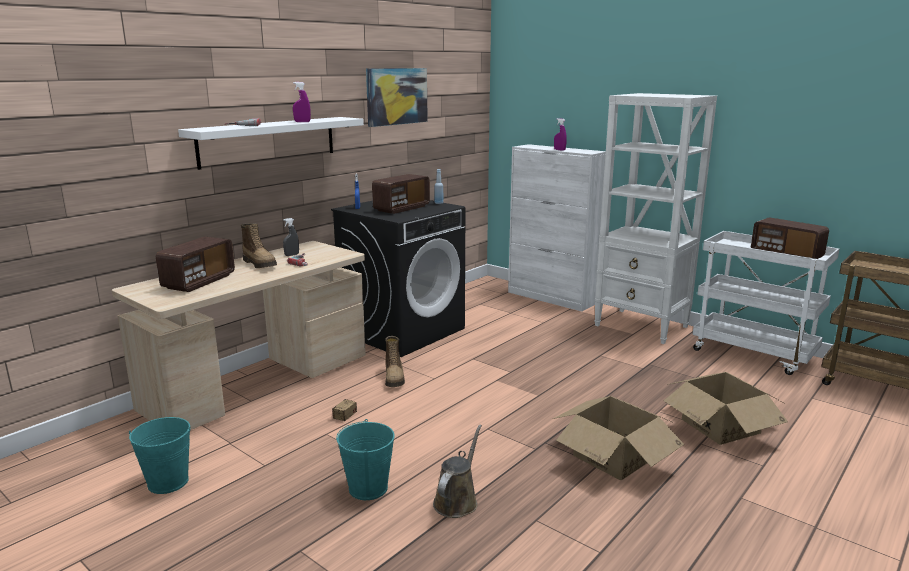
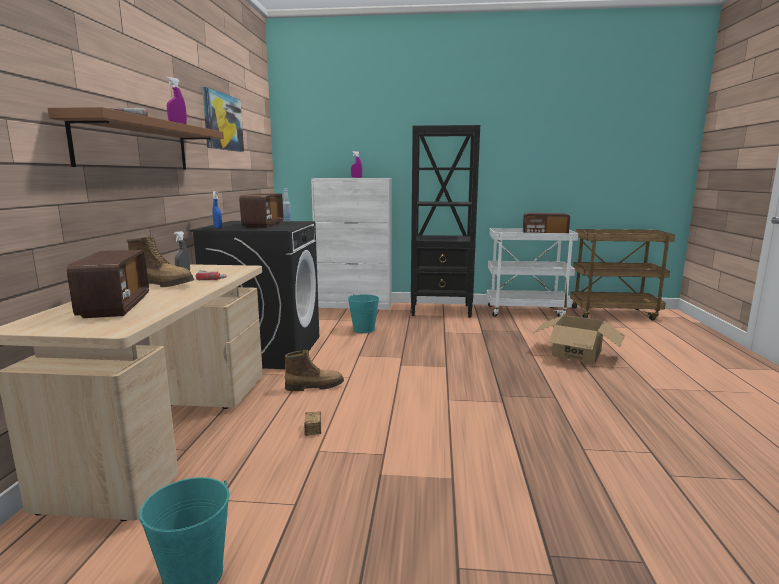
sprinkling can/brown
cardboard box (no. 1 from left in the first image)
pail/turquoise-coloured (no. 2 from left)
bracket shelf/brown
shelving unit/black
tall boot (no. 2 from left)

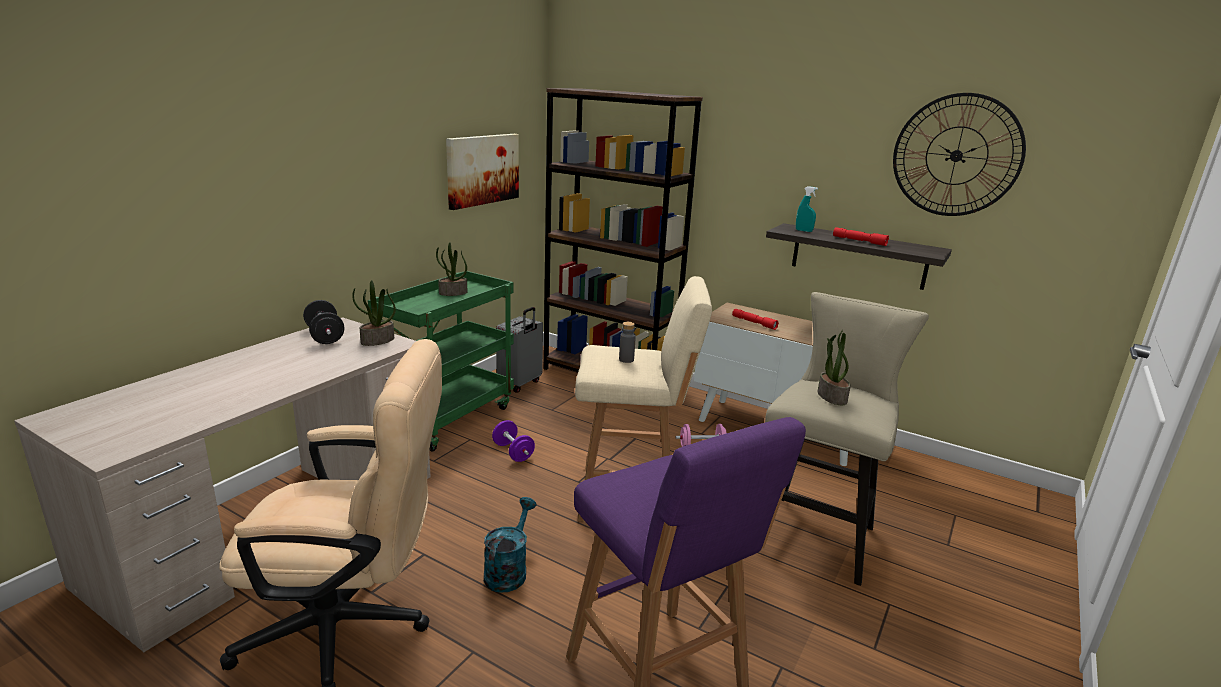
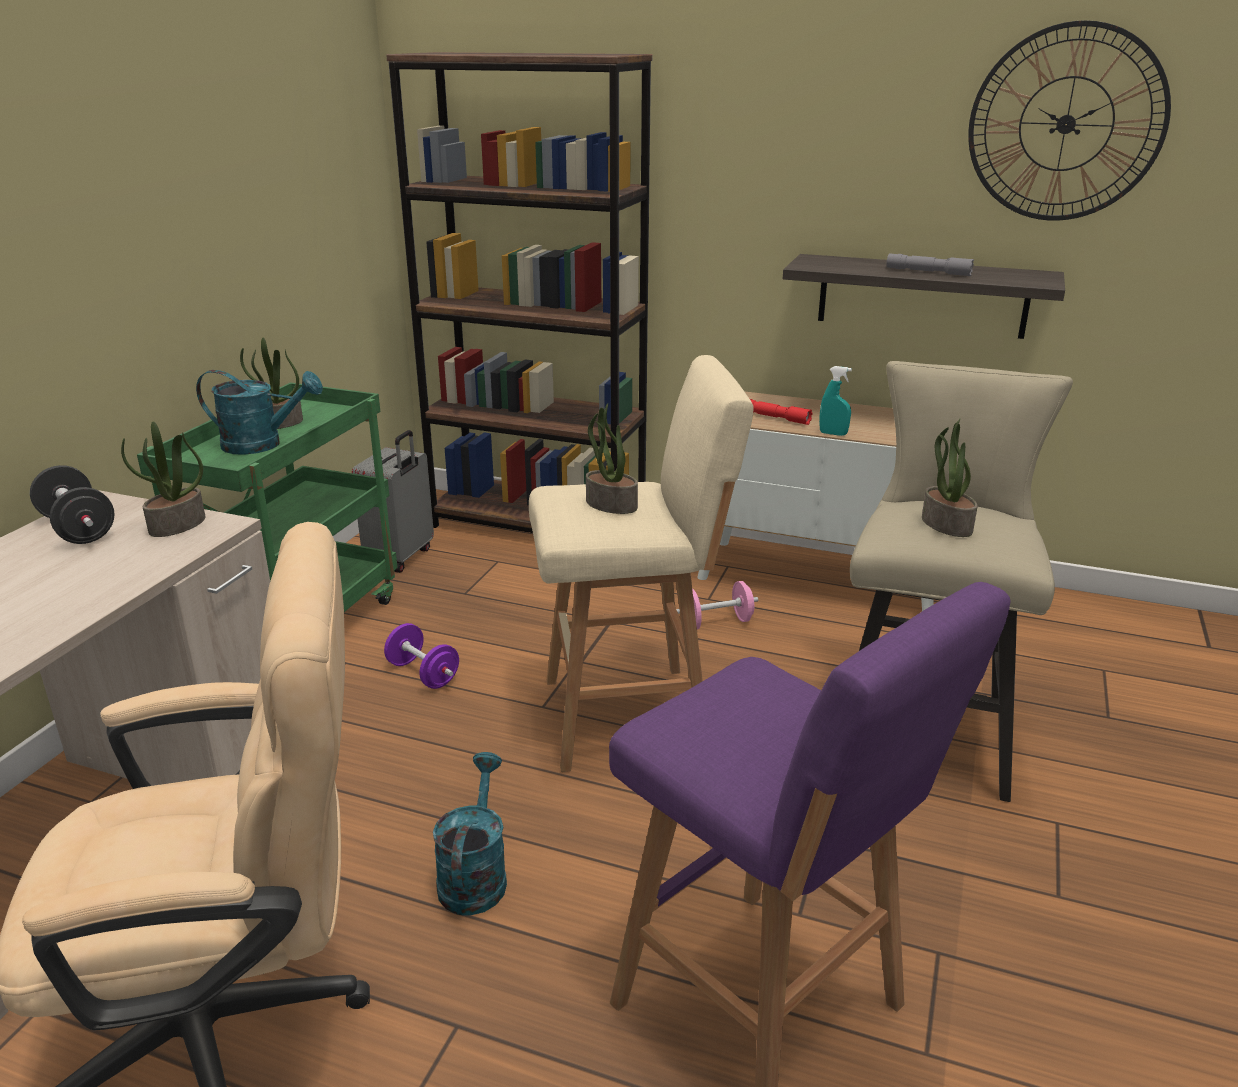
wall picture
sprinkling can/turquoise-coloured (no. 1 from left)
spray bottle/turquoise-coloured
houseplant (no. 3 from left)
torch/gray

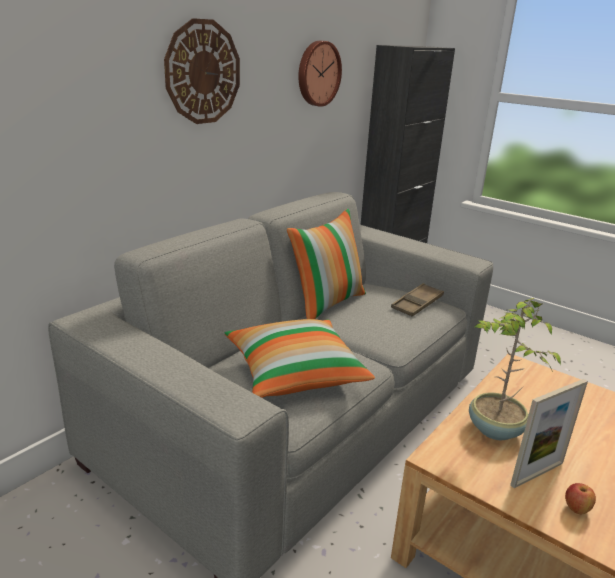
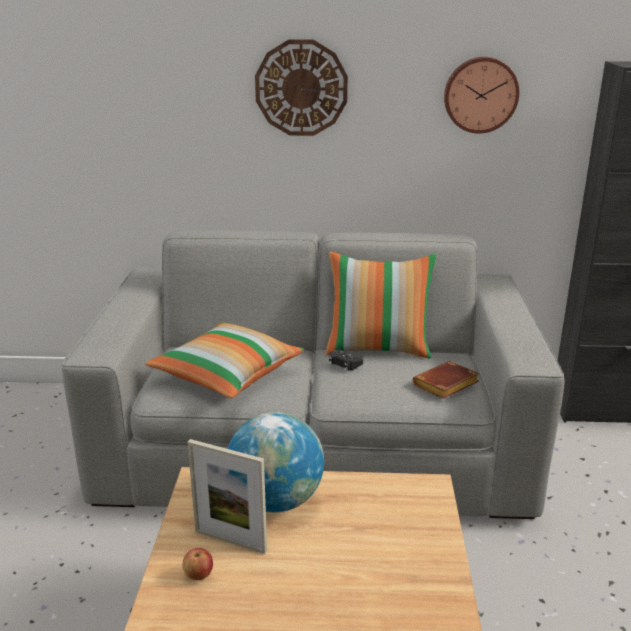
joypad/black
bound book/brown
world globe

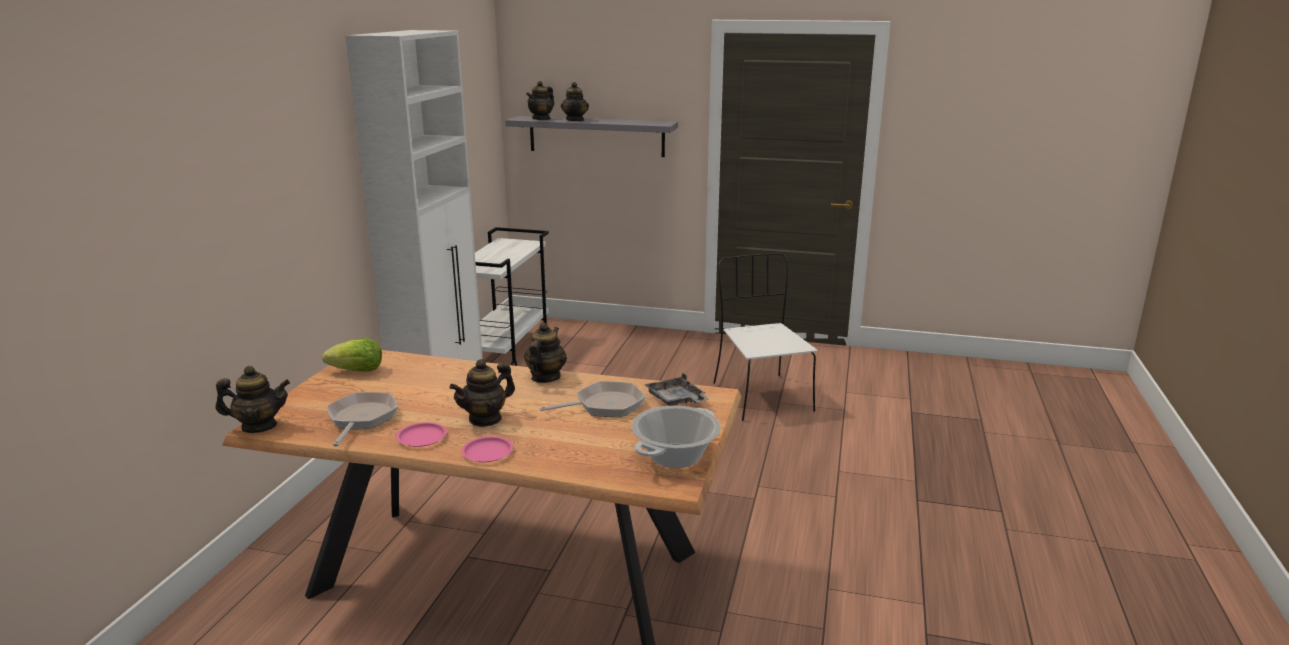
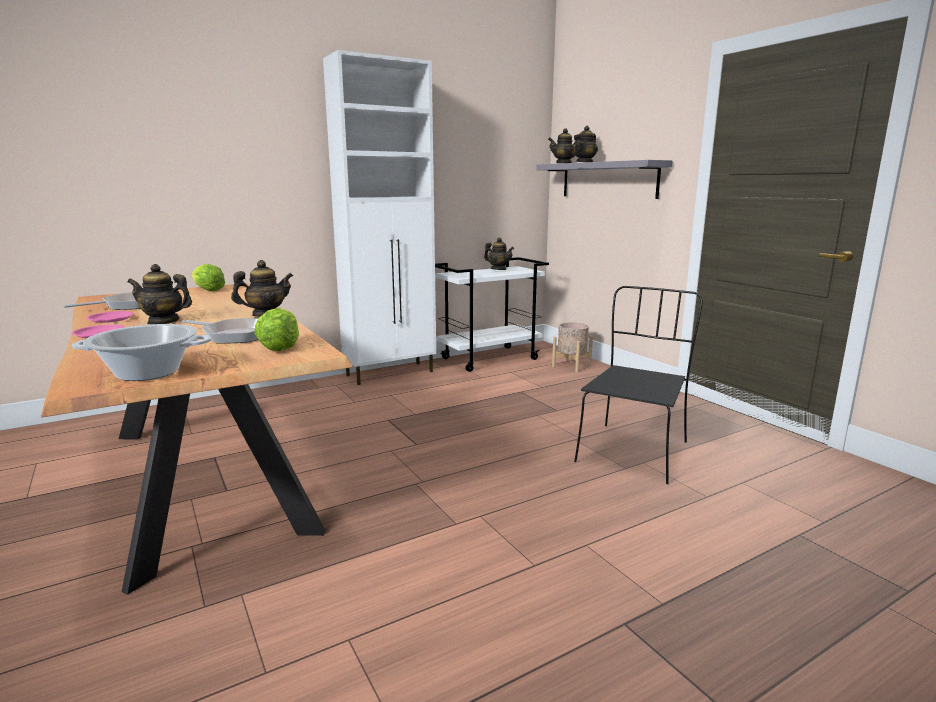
flower pot/beige
teapot (no. 3 from left)
lettuce head (no. 2 from left)
upright chair/black

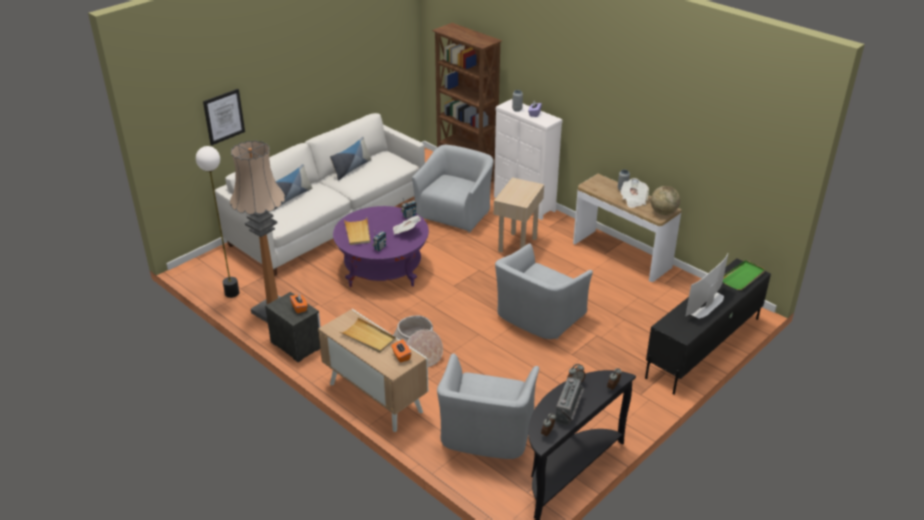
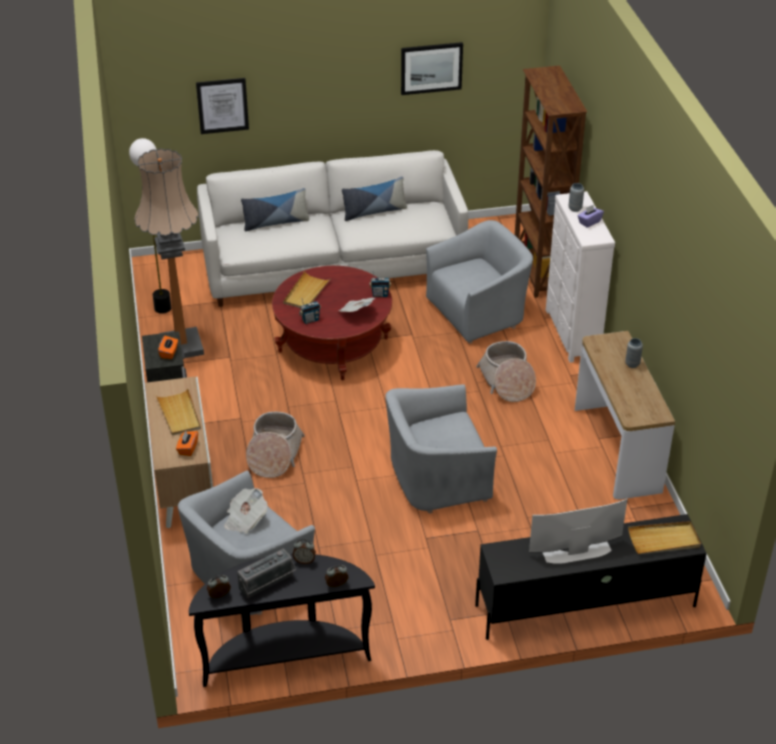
world globe
wall picture (no. 2 from left)
daily paper (no. 1 from left)
household basket (no. 2 from left)
lounge table/red-coloured
tray/beige (no. 3 from left)

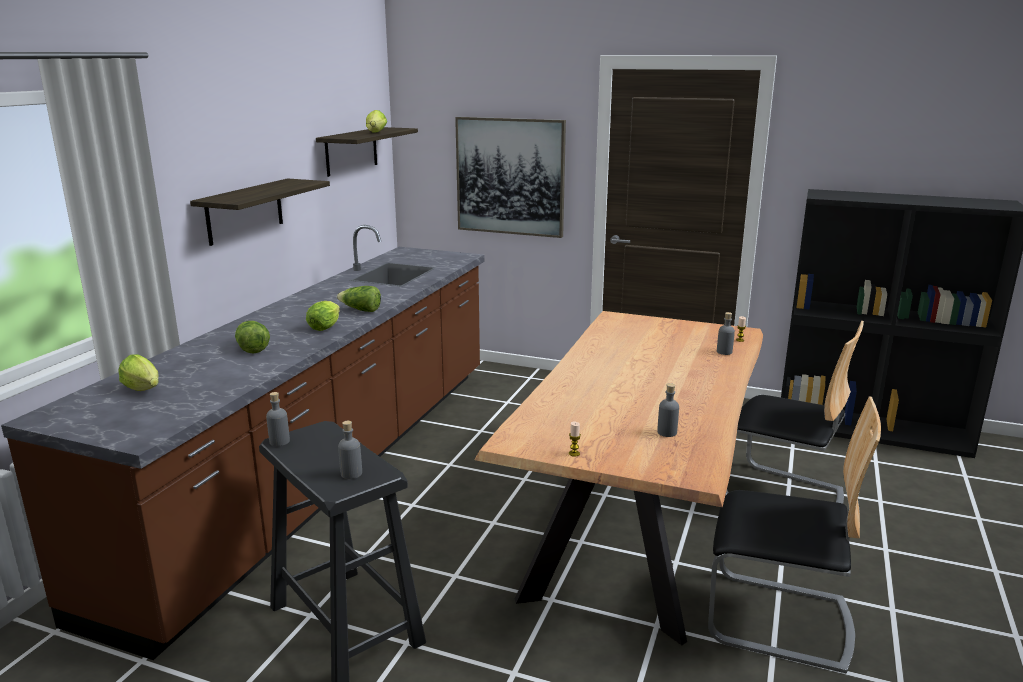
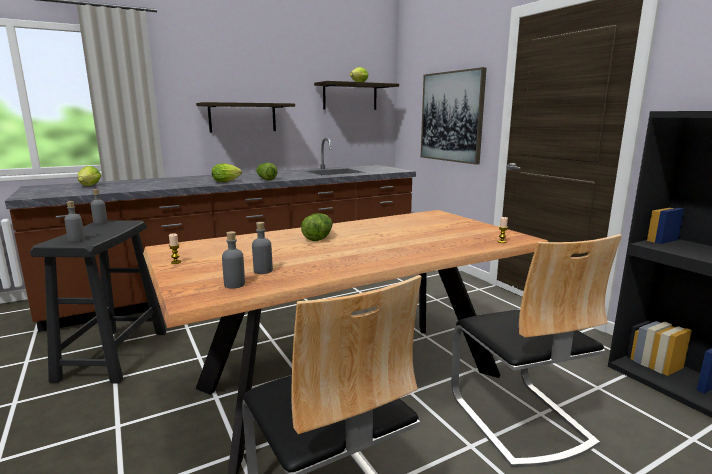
lettuce head (no. 4 from left)
bottle/gray (no. 3 from left)

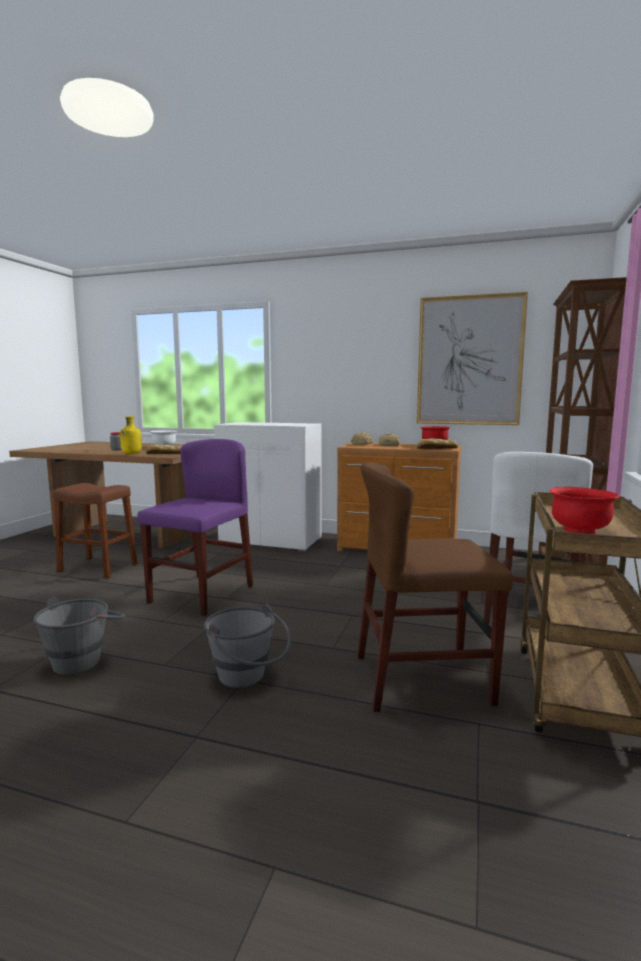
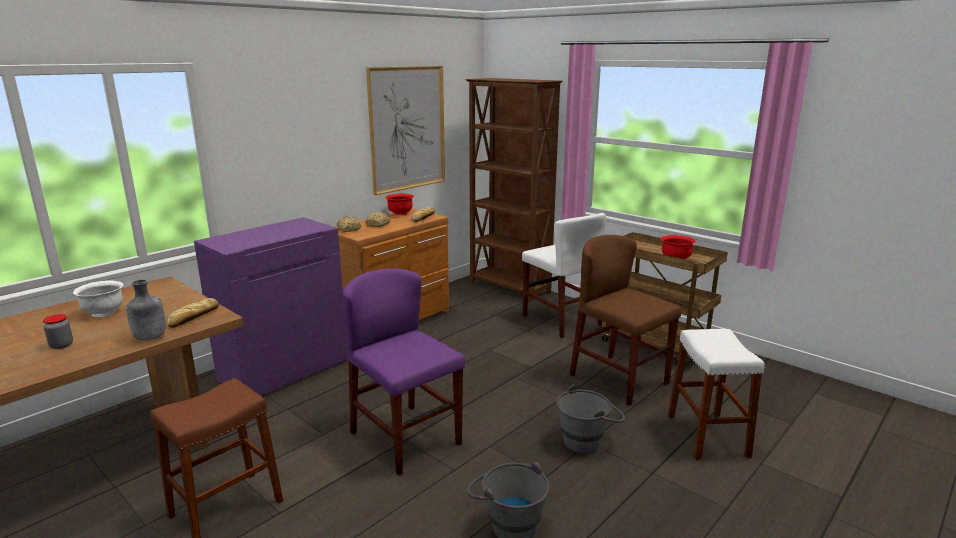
stool/white
bottle/gray
cabinet/purple
upright chair/brown

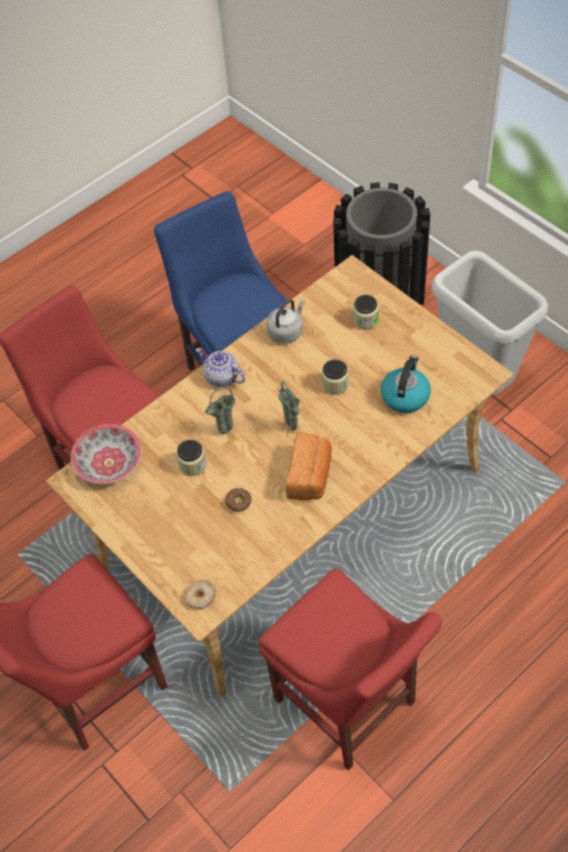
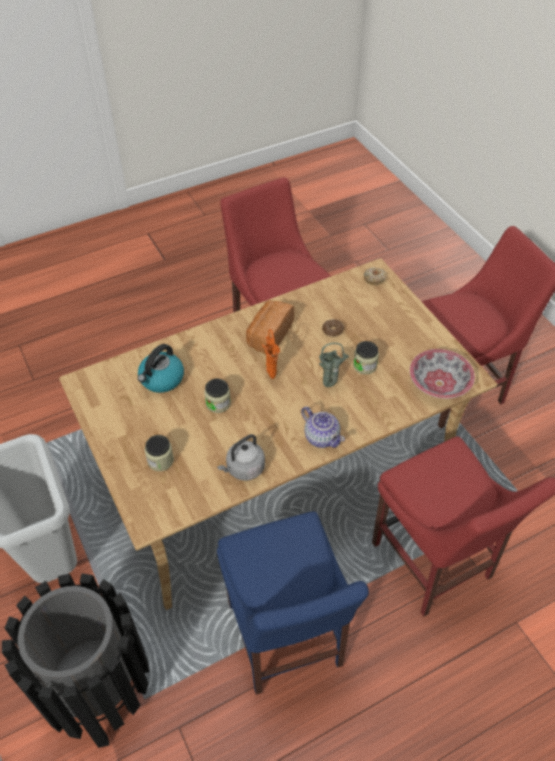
decorative vase/orangey

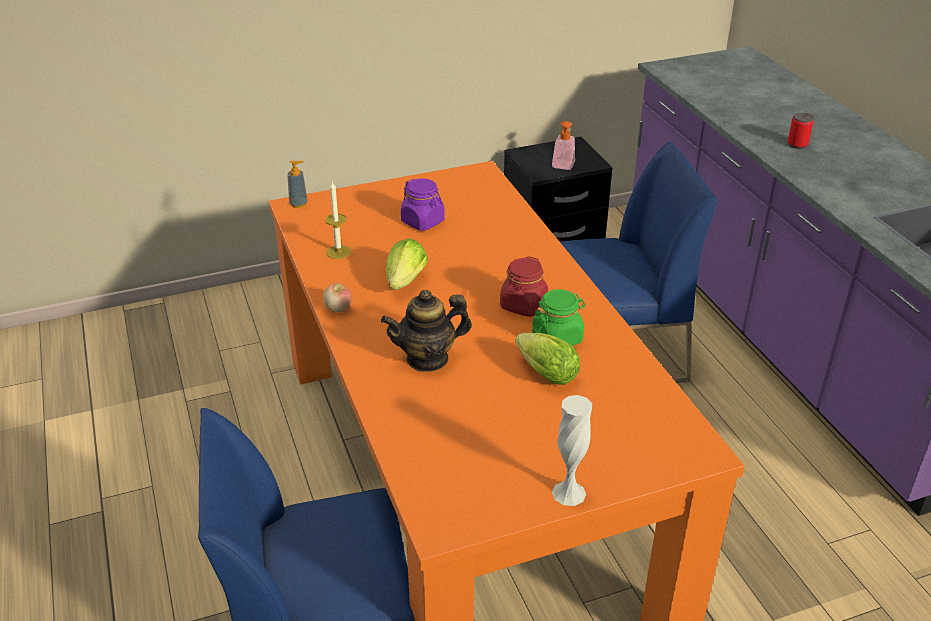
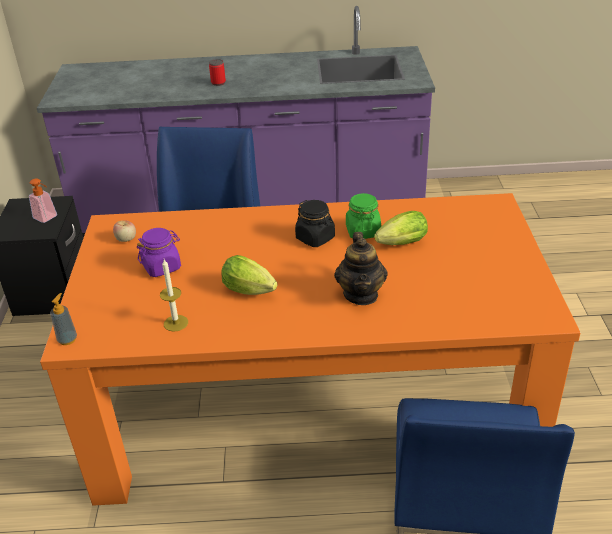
decorative vase/white
apple
jar/black

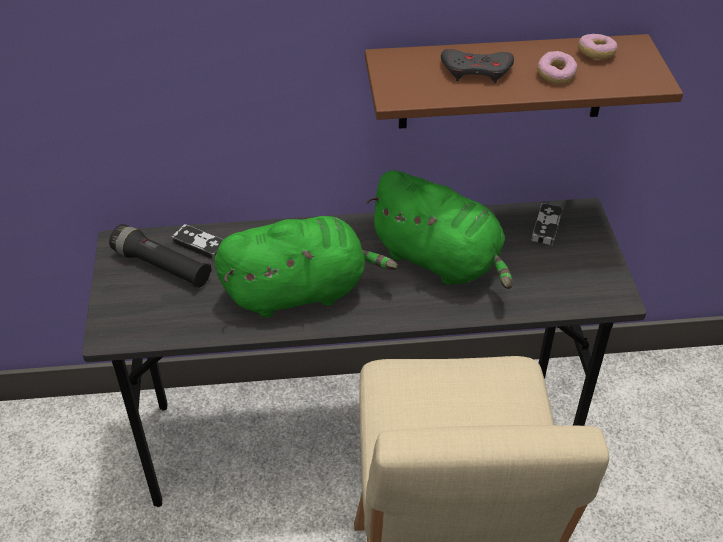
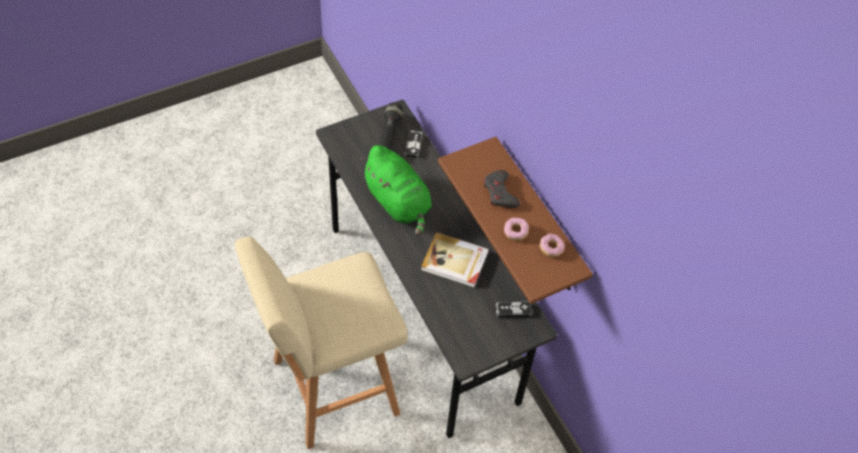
bound book

